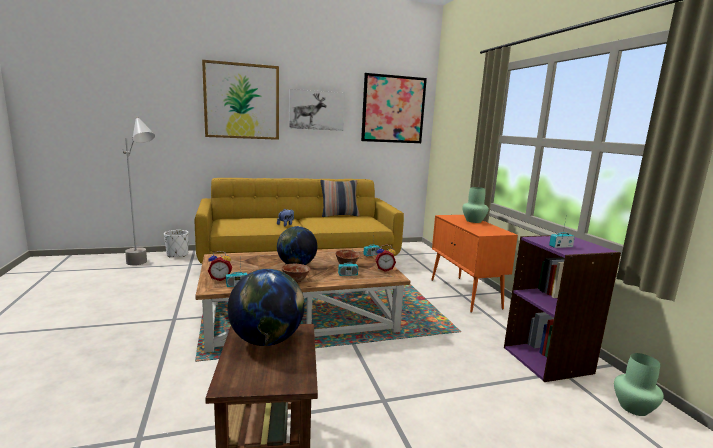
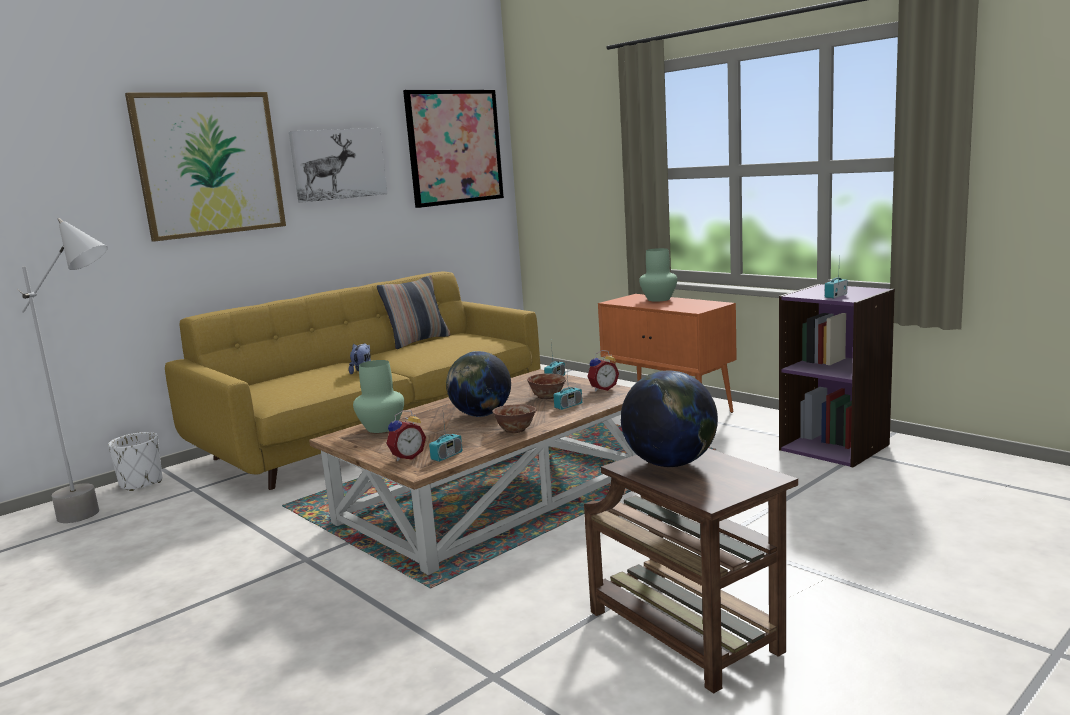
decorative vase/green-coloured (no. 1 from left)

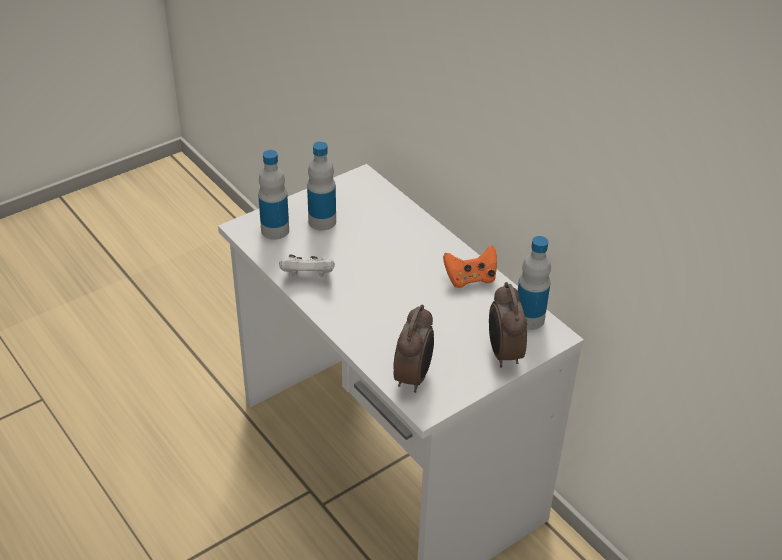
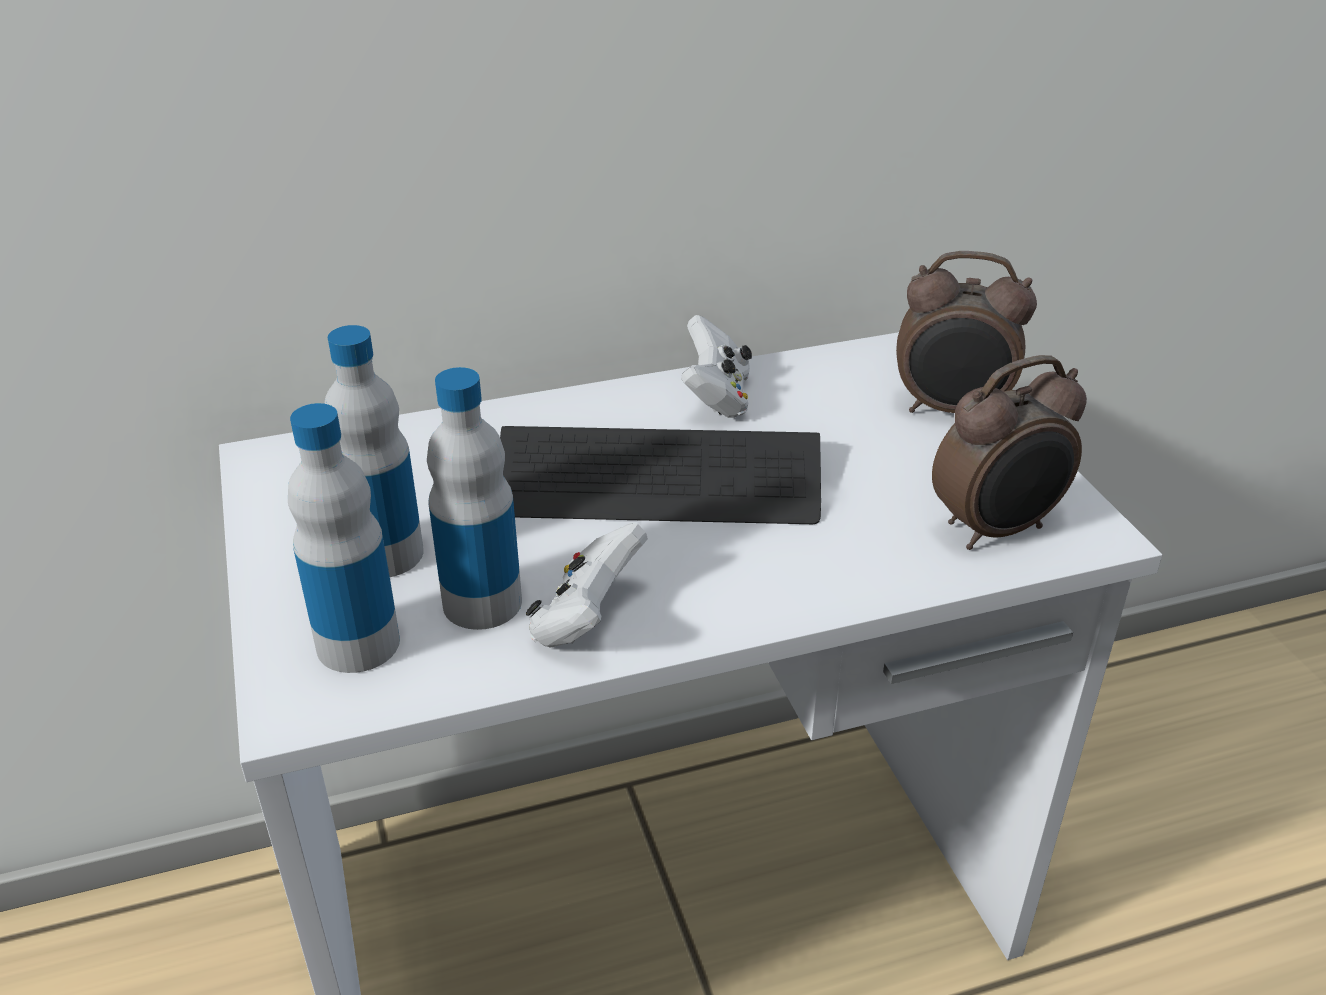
PC keyboard
bottle (no. 3 from left)
joypad/white (no. 2 from left)
table clock (no. 2 from left)

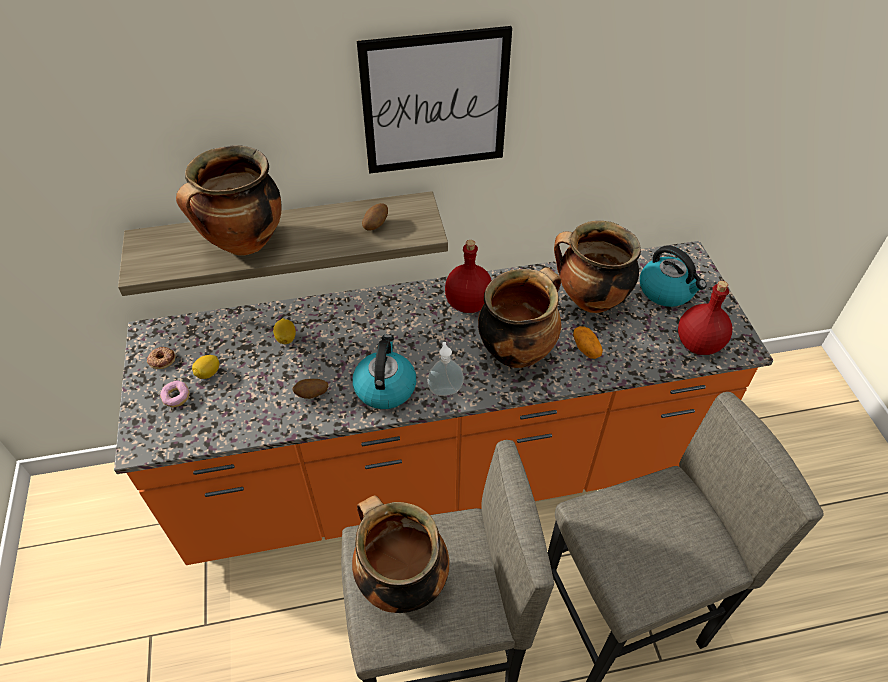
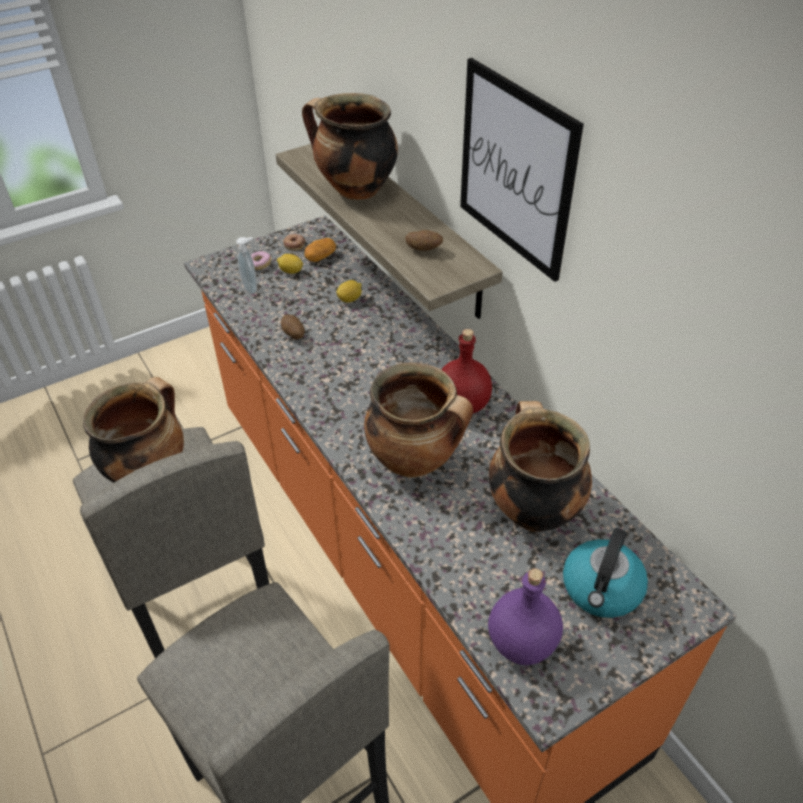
water kettle (no. 1 from left in the first image)
soap bottle
spud (no. 2 from left)
bottle/purple

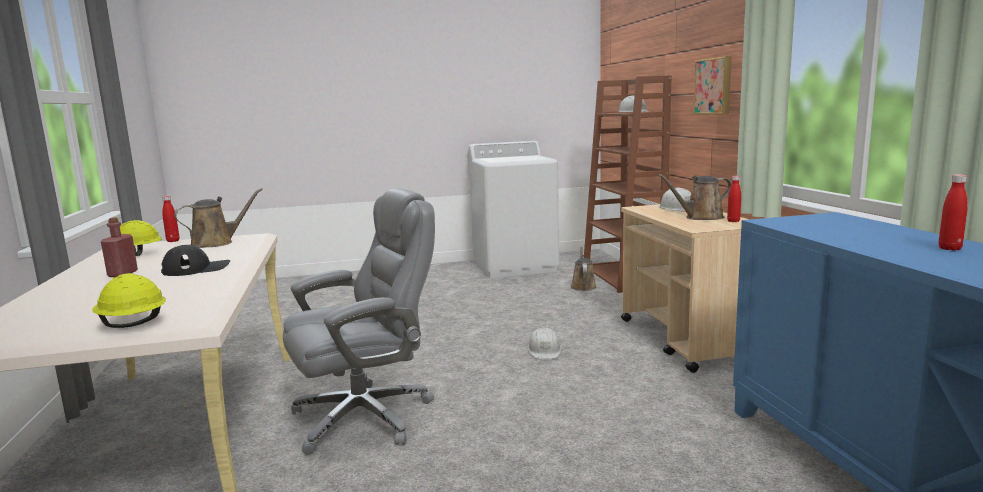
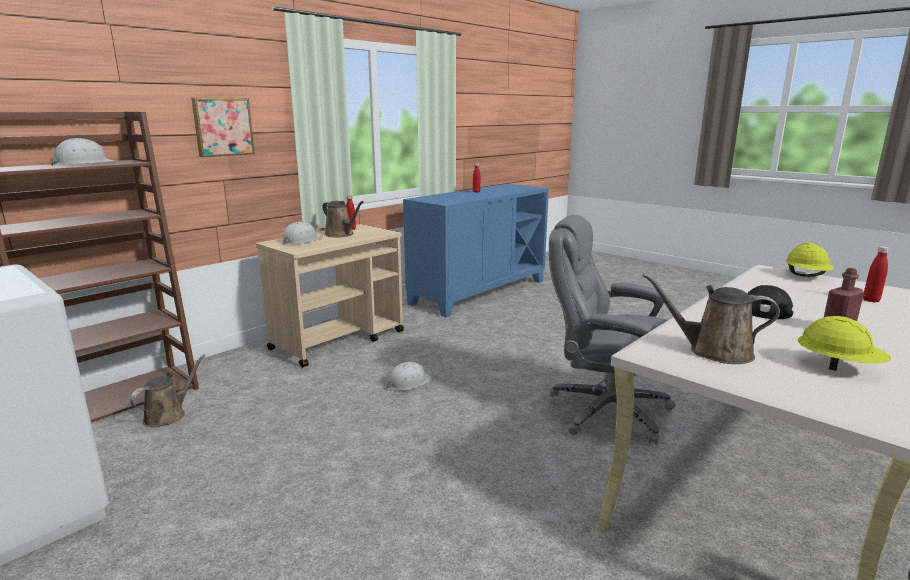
bottle/red-coloured (no. 4 from left)
sprinkling can/brown (no. 1 from left)

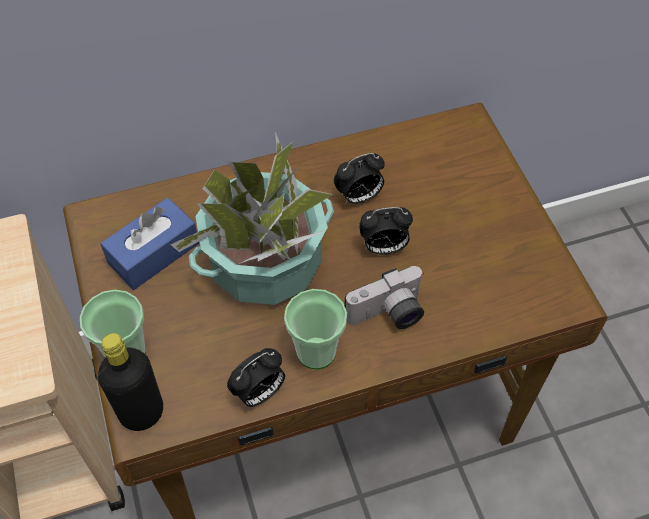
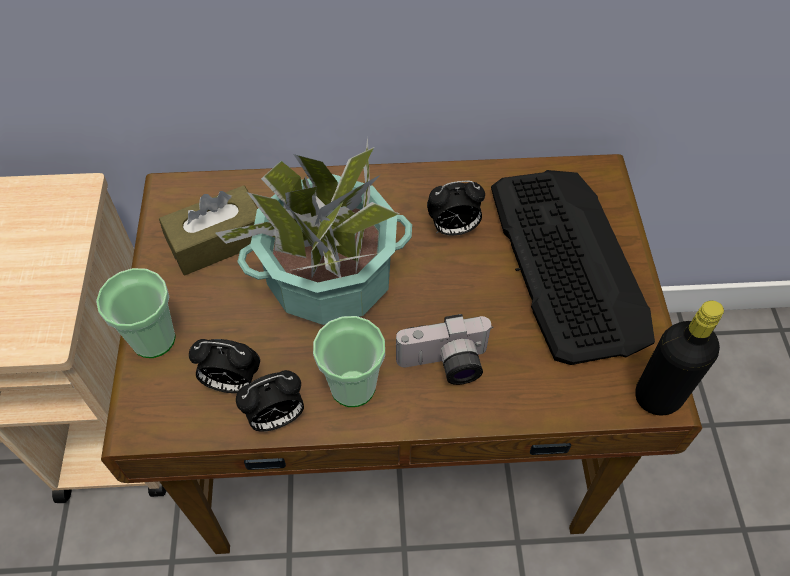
PC keyboard
bottle/black
table clock (no. 1 from left)
tissue box/brown

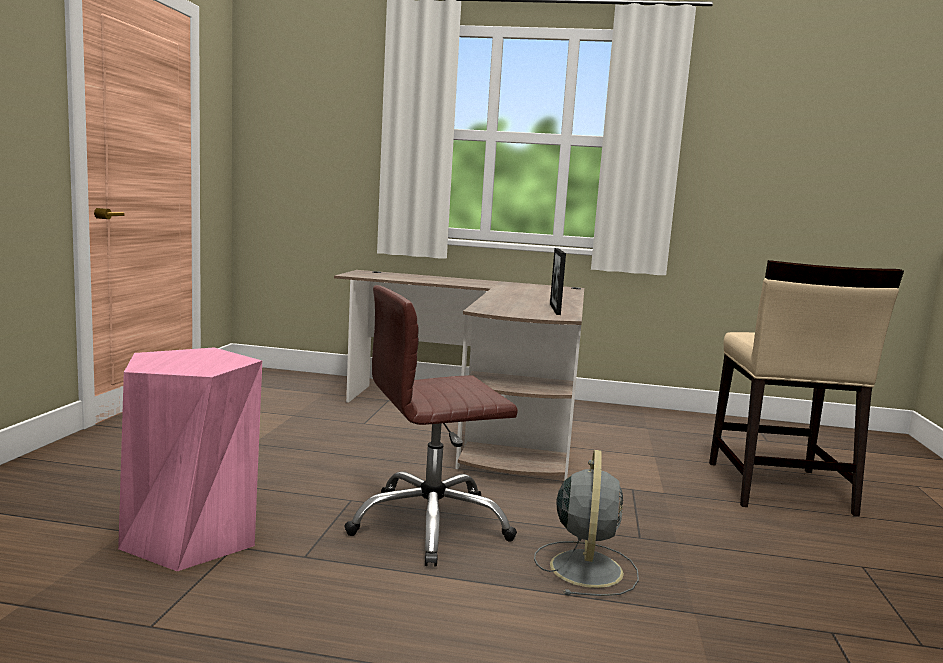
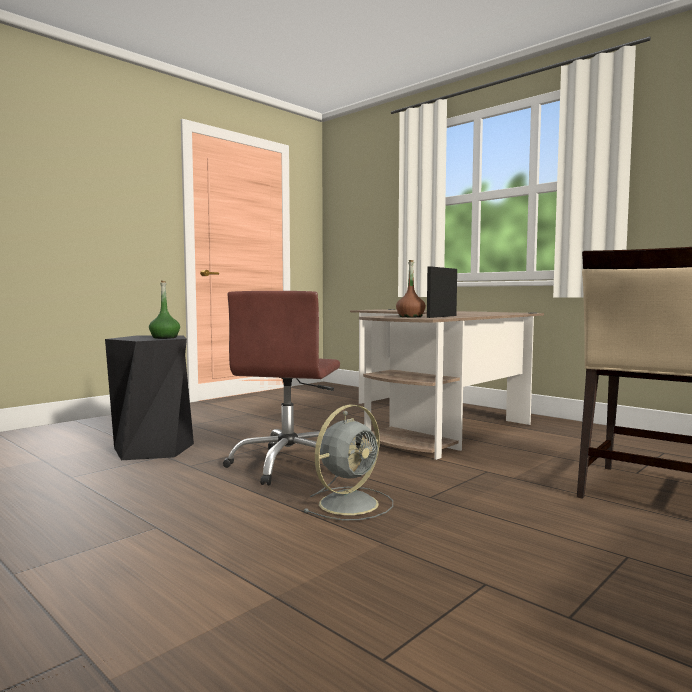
bottle/green-coloured
bottle/brown
stool/black
office chair/brown

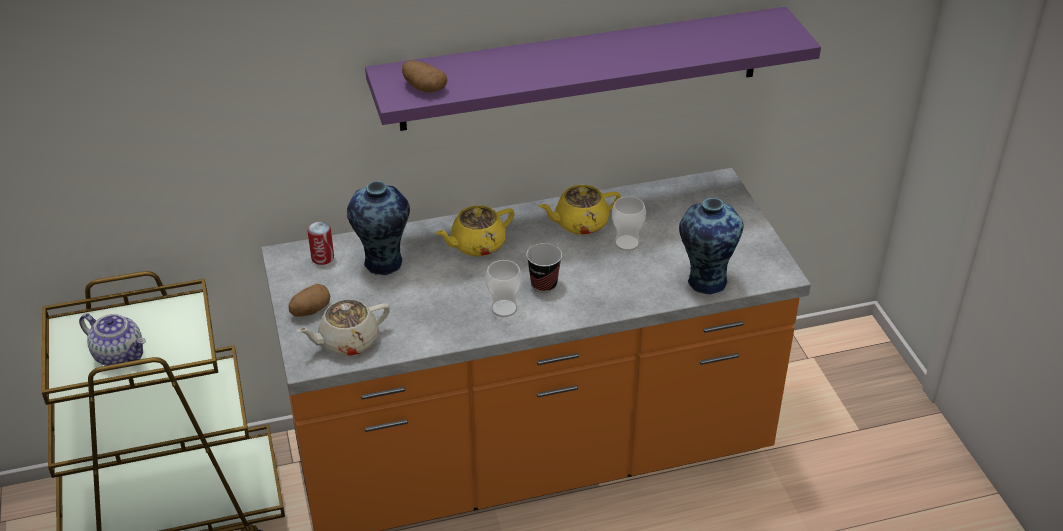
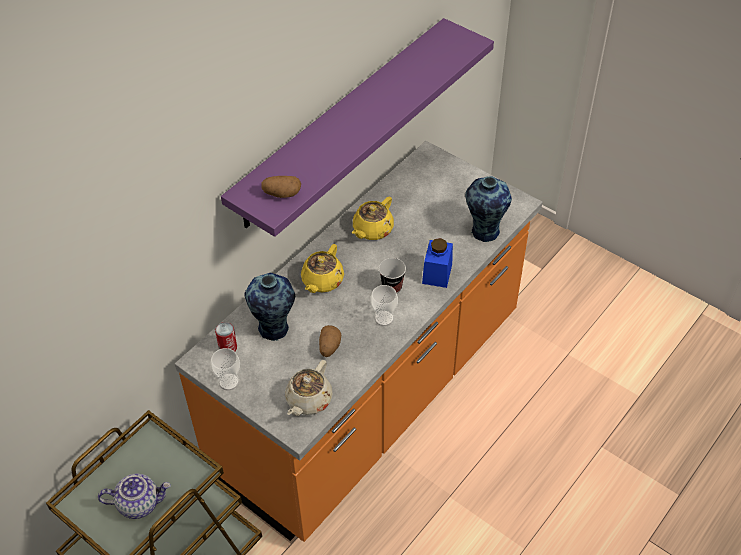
jar/blue-coloured
spud (no. 2 from left)
cup (no. 1 from left)

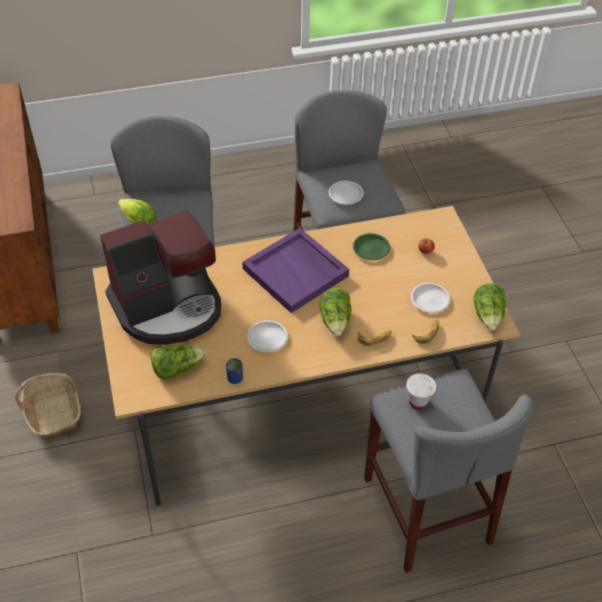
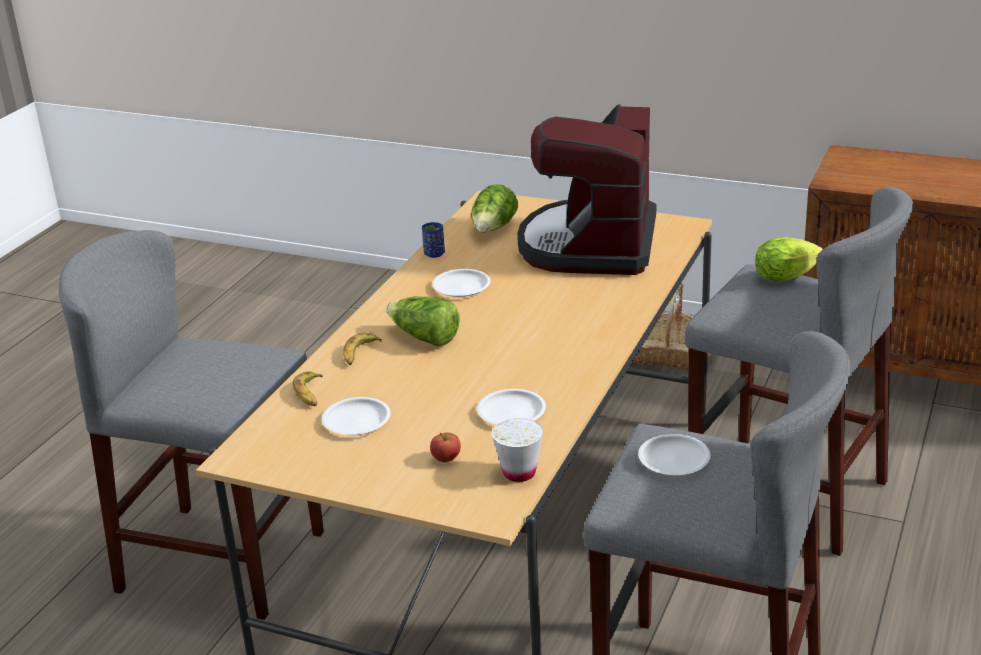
tray/purple
lettuce head (no. 4 from left in the first image)
cup/white
plate/white (no. 3 from left)

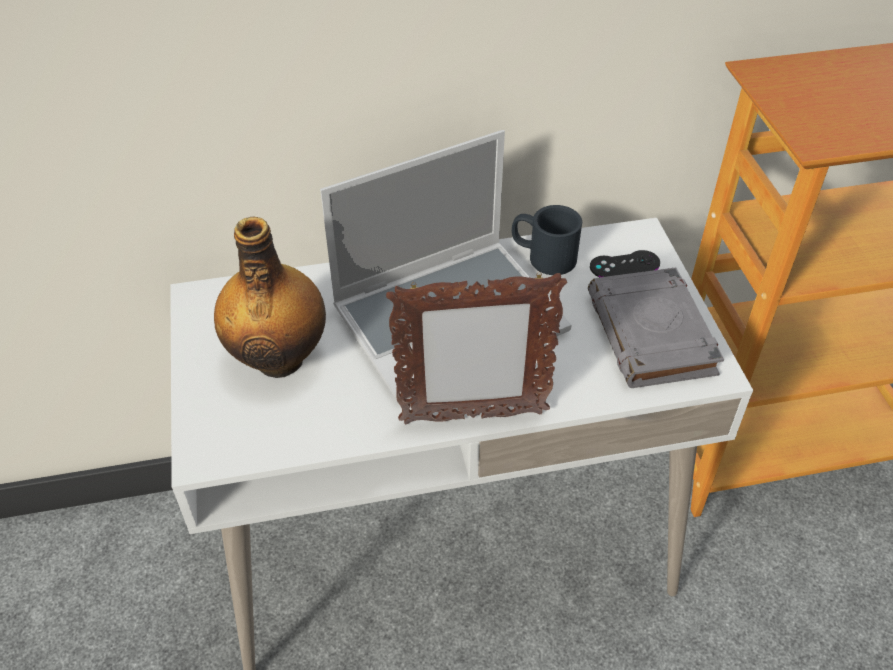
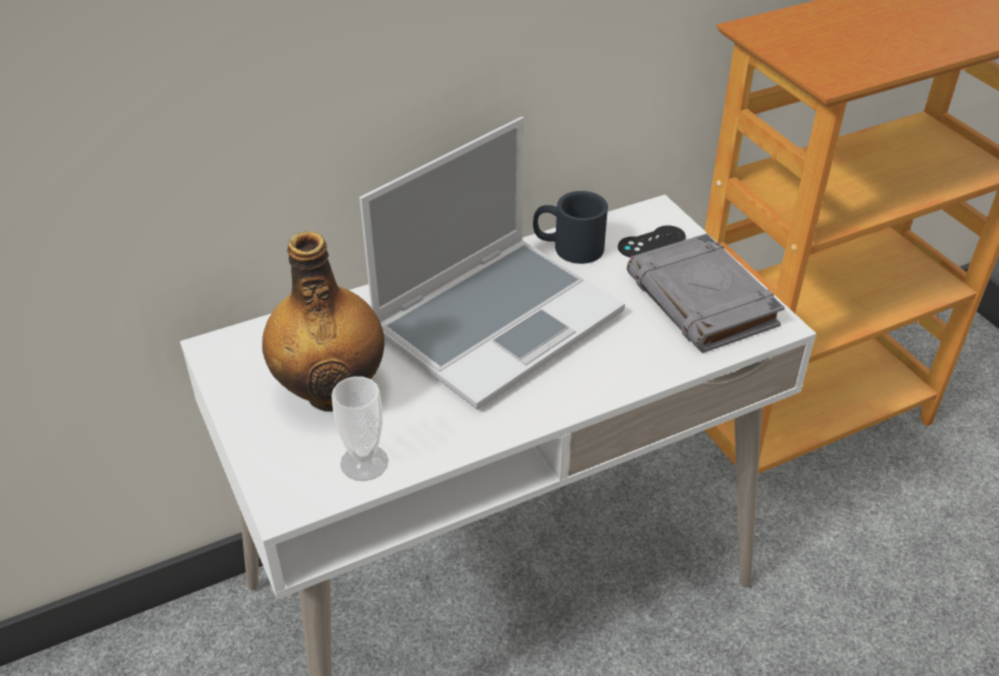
standing frame
cup

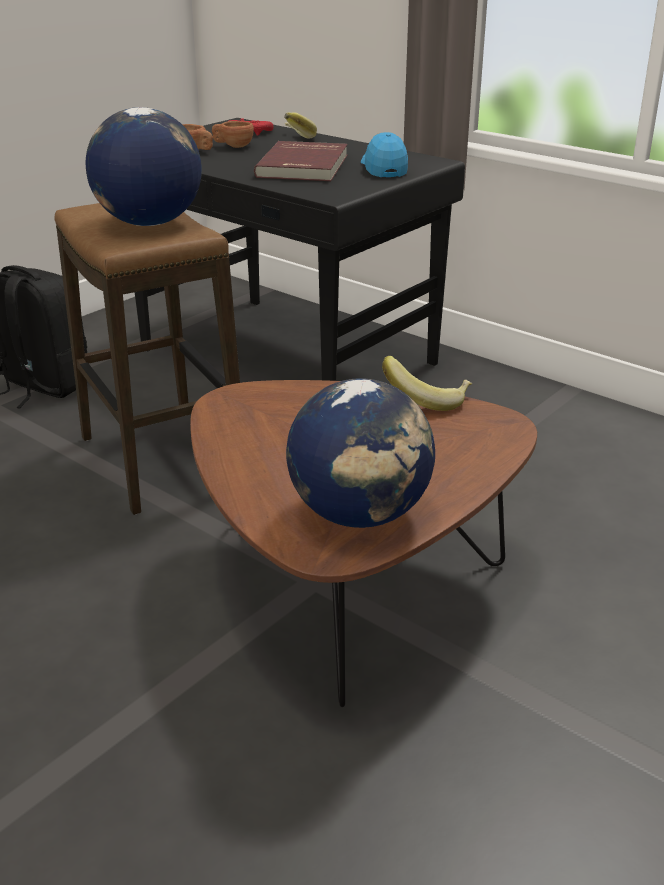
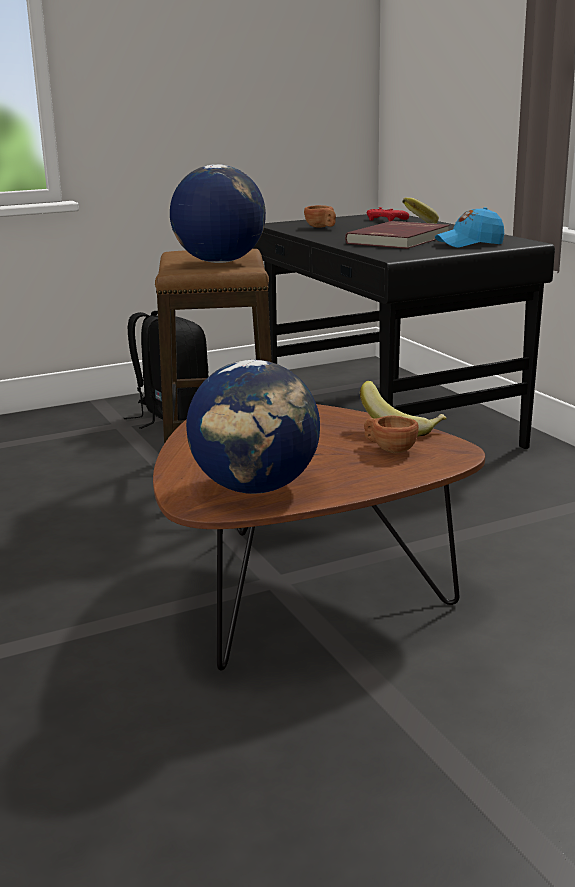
cup/brown (no. 2 from left)
cap/blue-coloured

